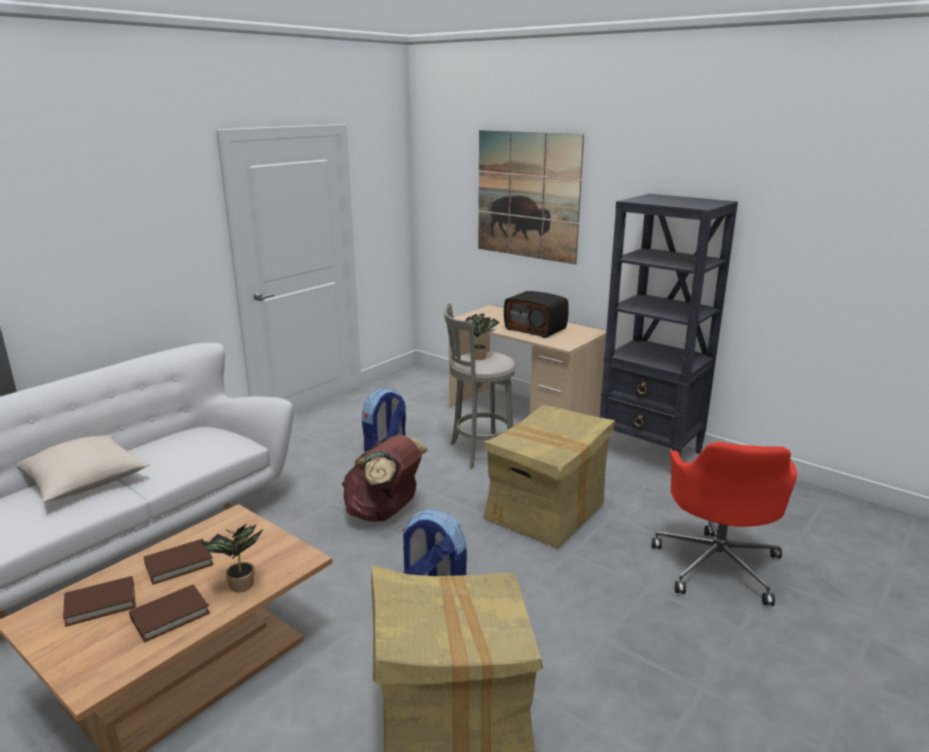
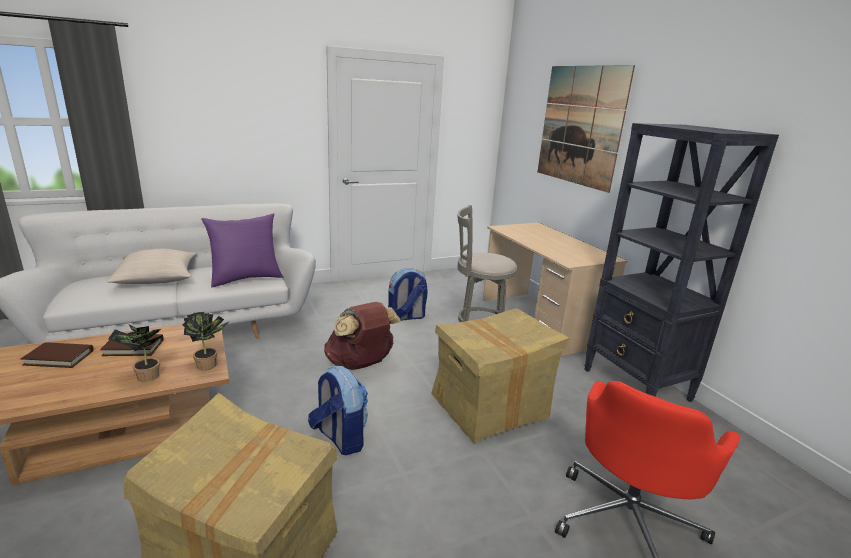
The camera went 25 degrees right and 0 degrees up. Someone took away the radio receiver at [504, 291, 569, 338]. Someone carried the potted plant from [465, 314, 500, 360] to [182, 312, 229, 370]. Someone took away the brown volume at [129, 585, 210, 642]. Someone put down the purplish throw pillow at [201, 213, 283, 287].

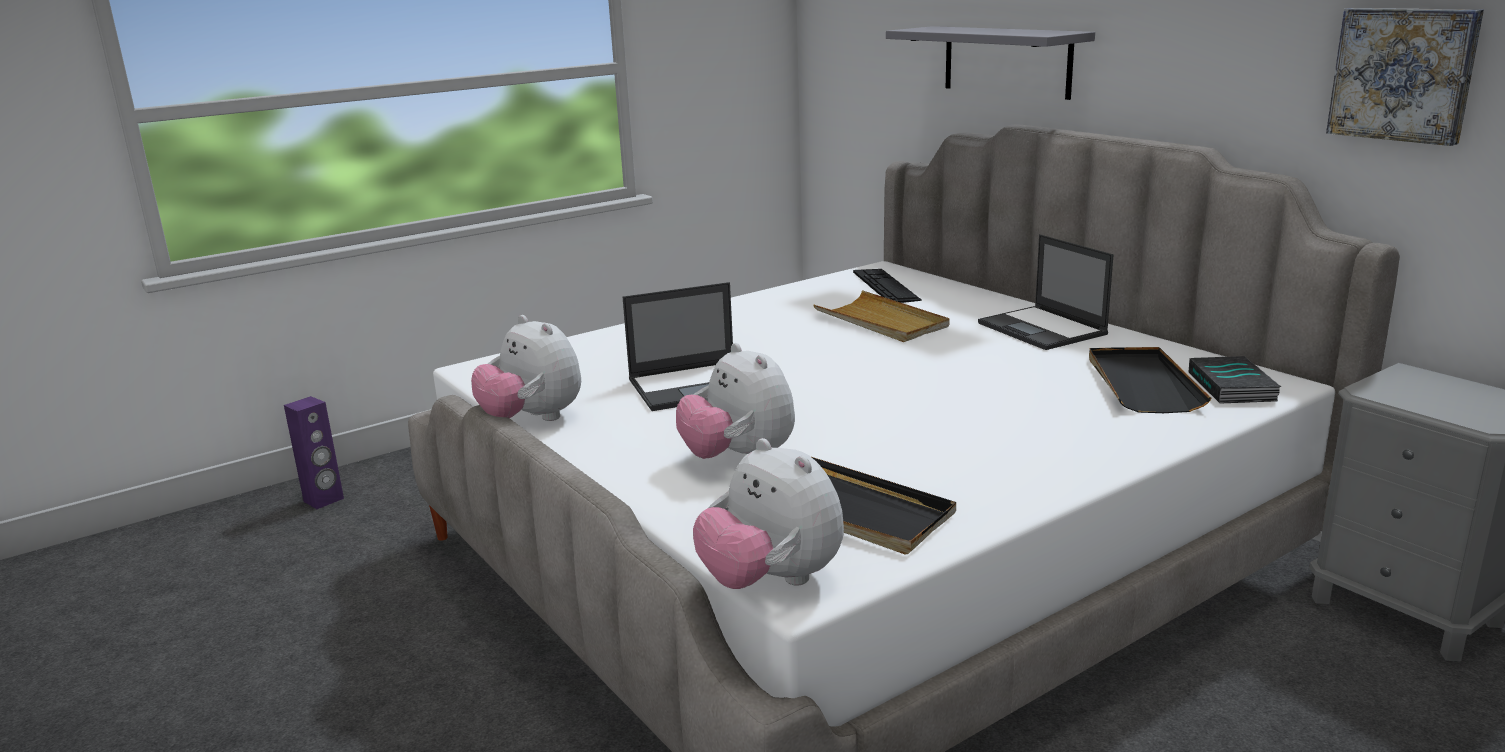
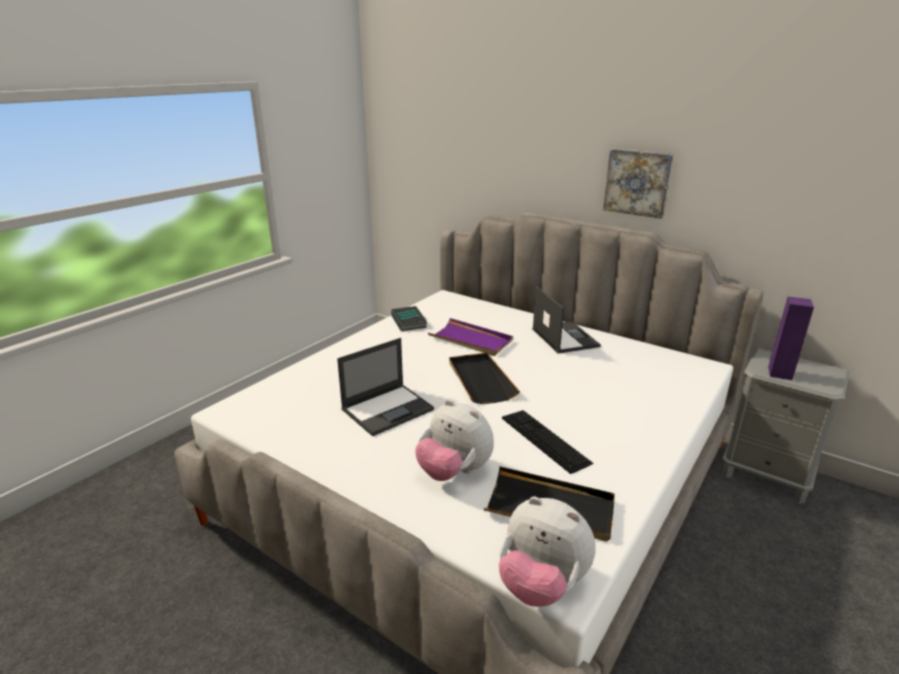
The camera went 20 degrees left and 5 degrees up. Someone carried the picture from [1326, 8, 1484, 146] to [603, 149, 674, 219]. Someone took away the greyish bracket shelf at [886, 26, 1095, 100]. Someone rotated the portable computer at [978, 234, 1114, 350] by 150 degrees counterclockwise. Someone carried the PC keyboard from [853, 269, 922, 303] to [502, 410, 593, 474]. Someone repainted the sand-coloured serving tray at [813, 290, 949, 342], which became the purplish serving tray at [428, 318, 513, 356]. Someone took away the plush toy at [471, 315, 581, 421]. Someone carried the blackish serving tray from [1089, 347, 1211, 413] to [449, 353, 520, 404]. Someone carried the volume from [1188, 356, 1281, 404] to [391, 306, 427, 331]. Someone carried the purplish speaker from [284, 396, 344, 509] to [768, 297, 814, 380].

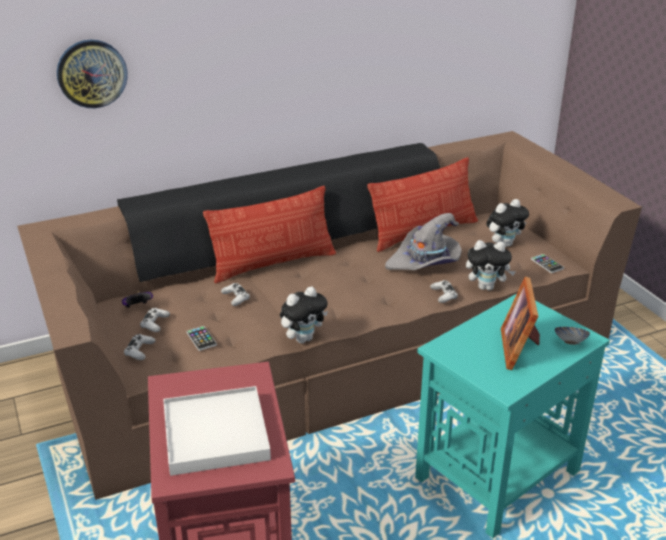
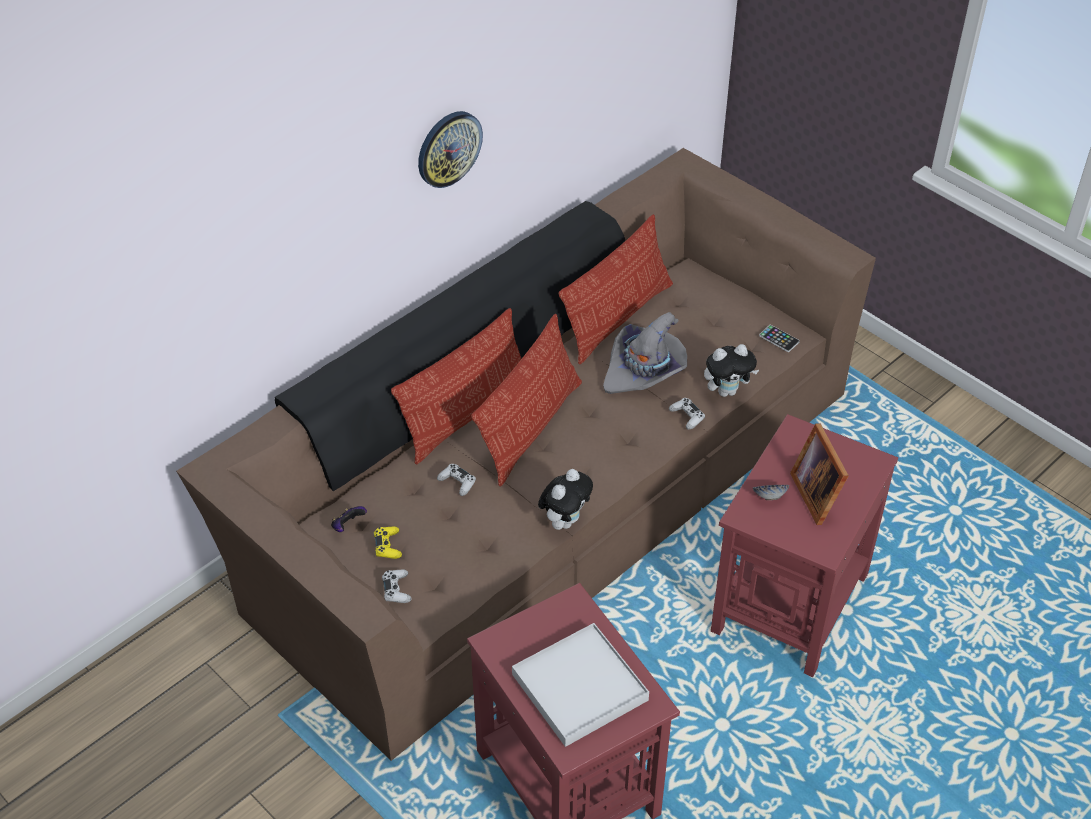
The camera went 20 degrees left and 15 degrees up. Someone carried the clock on the wall from [57, 40, 128, 108] to [418, 111, 483, 188]. Someone took away the plush toy at [486, 199, 529, 247]. Someone repainted the turquoise-coloured accent table at [415, 294, 610, 538], which became the reddish accent table at [711, 414, 898, 677]. Someone repainted the whitish gamepad at [140, 308, 170, 332], which became the yellow-coloured gamepad at [374, 526, 402, 559]. Someone took away the phone at [186, 326, 217, 351]. Someone carried the bowl from [555, 327, 590, 345] to [753, 485, 789, 500]. Someone put down the throw pillow at [471, 314, 582, 486].

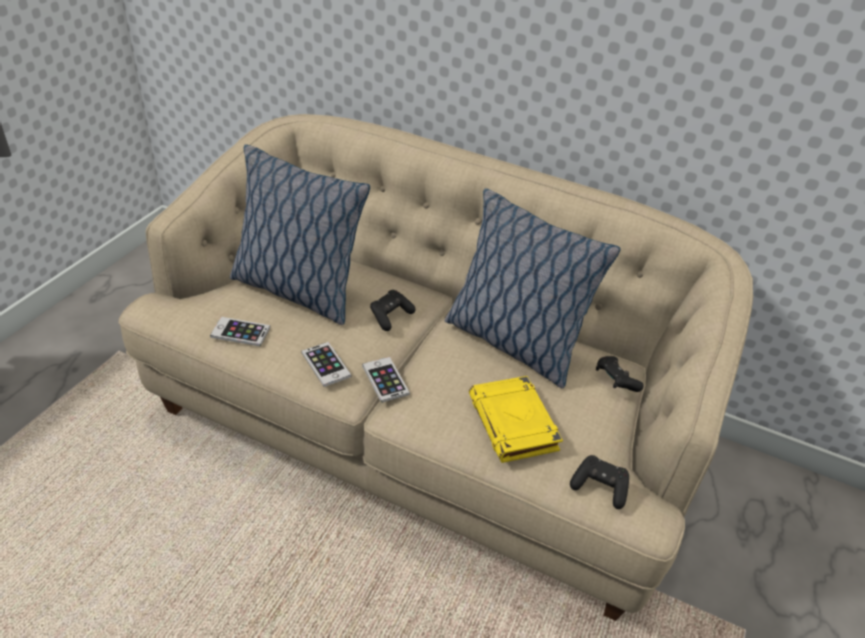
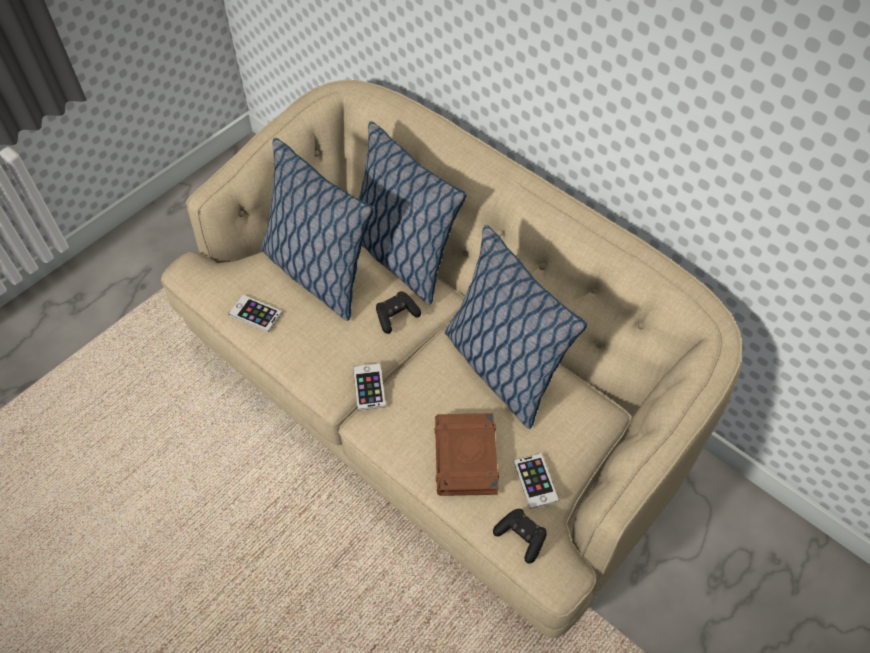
The camera went 20 degrees right and 15 degrees up. Someone carried the phone from [301, 342, 351, 387] to [513, 453, 559, 509]. Someone took away the blackish gamepad at [596, 356, 644, 392]. Someone repainted the yellow-coloured volume at [469, 376, 563, 463], which became the brown volume at [435, 413, 499, 496]. Someone put down the throw pillow at [359, 121, 466, 305].

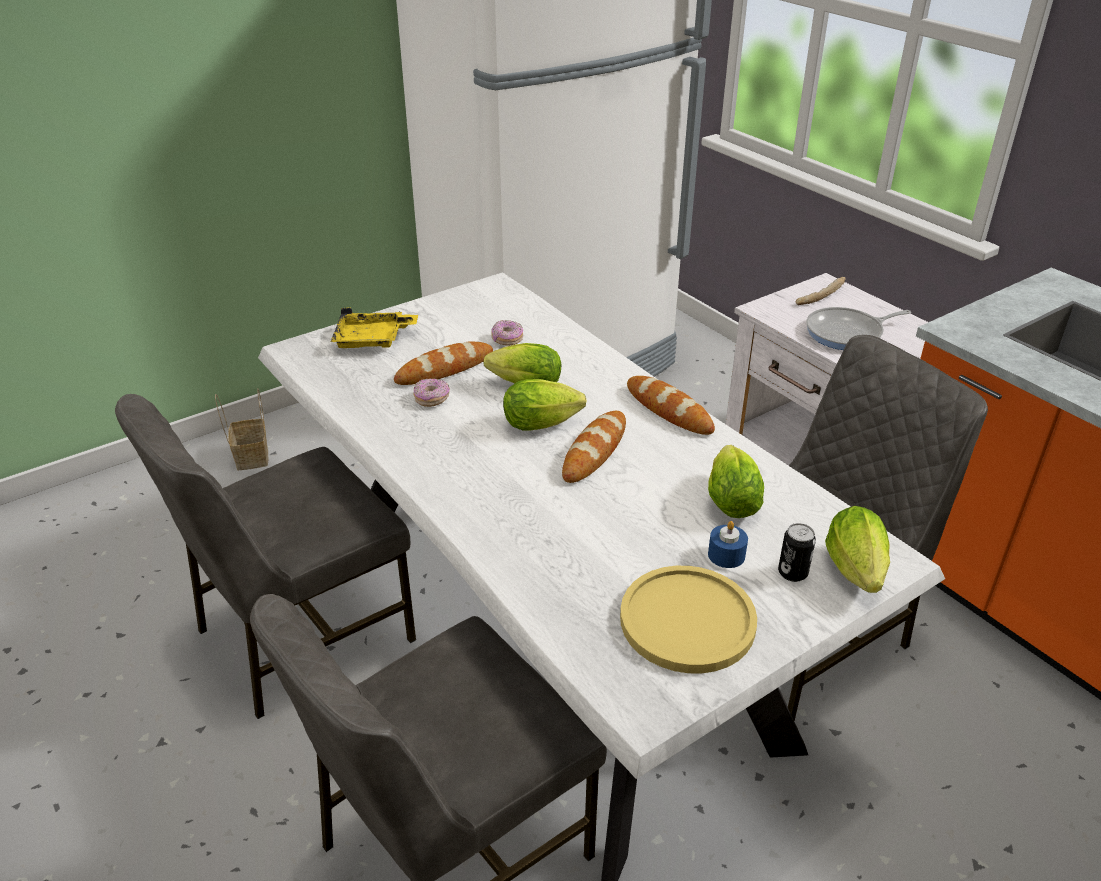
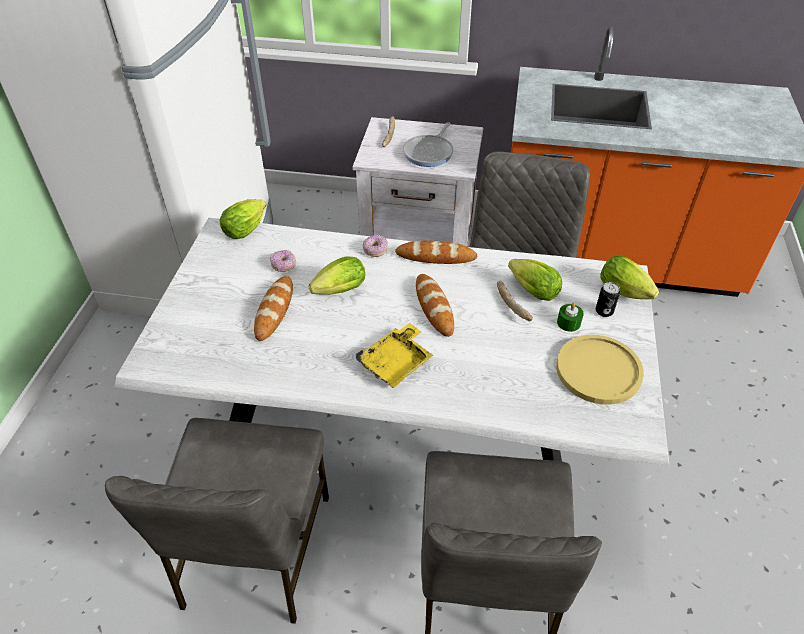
The camera went 45 degrees left and 10 degrees up. Someone carried the yellow-coloured serving tray from [331, 307, 418, 348] to [355, 323, 433, 388]. Someone carried the doughnut from [413, 378, 450, 407] to [363, 235, 388, 257]. Someone carried the lettuce head from [503, 379, 587, 431] to [220, 199, 266, 239]. Someone took away the household basket at [215, 389, 269, 470]. Someone repainted the bluish wax light at [708, 521, 748, 568], which became the greenish wax light at [557, 303, 584, 332]. Someone put down the bread at [497, 281, 533, 321].

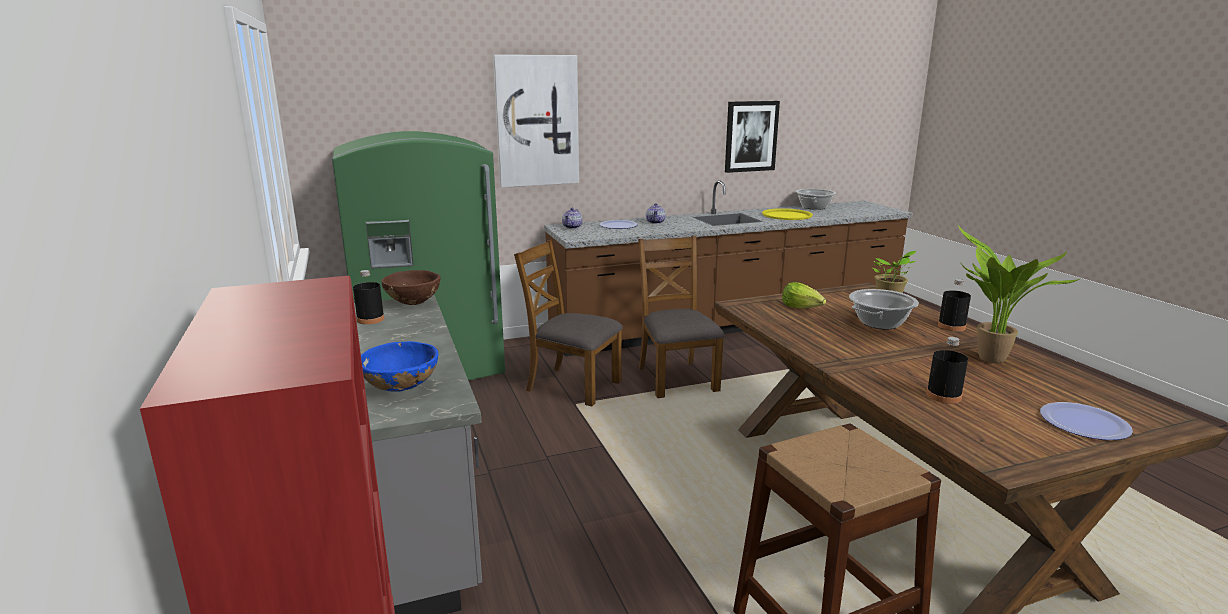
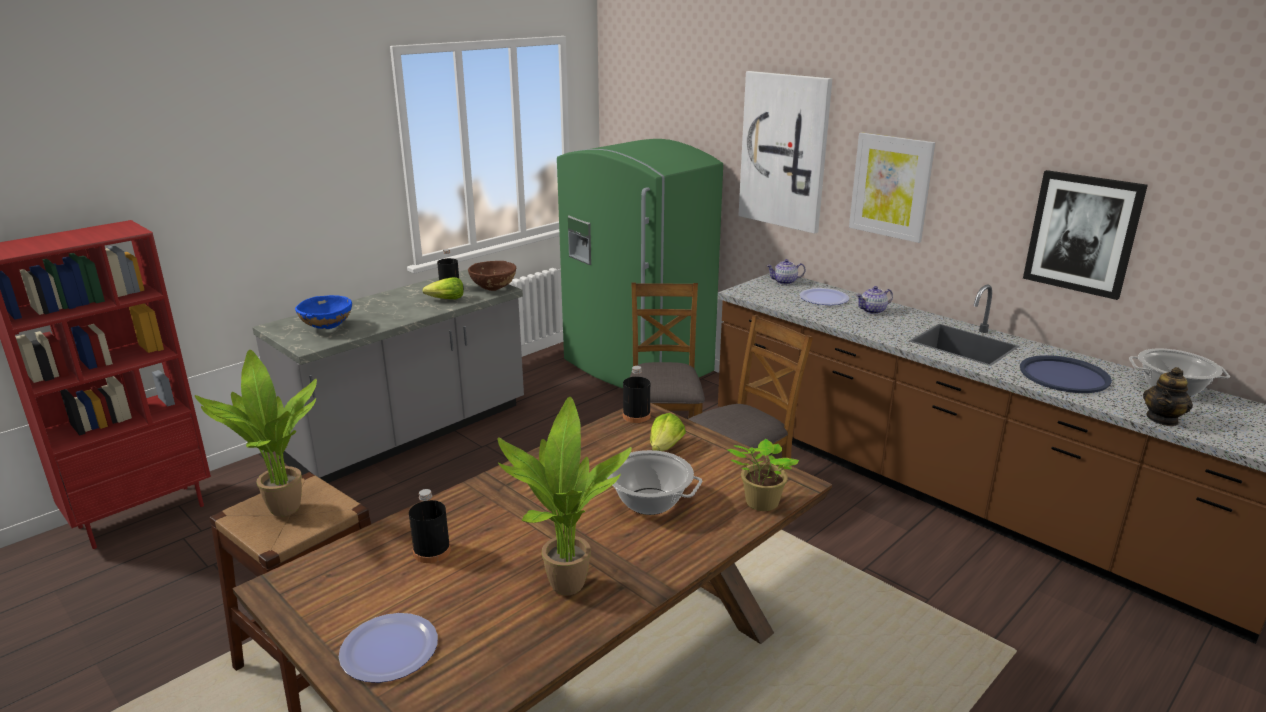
The camera went 65 degrees right and 5 degrees up. Someone repainted the yellow-coloured serving tray at [762, 208, 813, 220], which became the bluish serving tray at [1020, 355, 1112, 393]. Someone carried the blackish bottle from [938, 279, 971, 331] to [623, 366, 651, 423]. Someone put up the picture at [849, 132, 935, 243]. Someone put down the lettuce head at [422, 277, 464, 299]. Someone put down the potted plant at [195, 350, 317, 517]. Someone put down the tea pot at [1143, 367, 1193, 426].

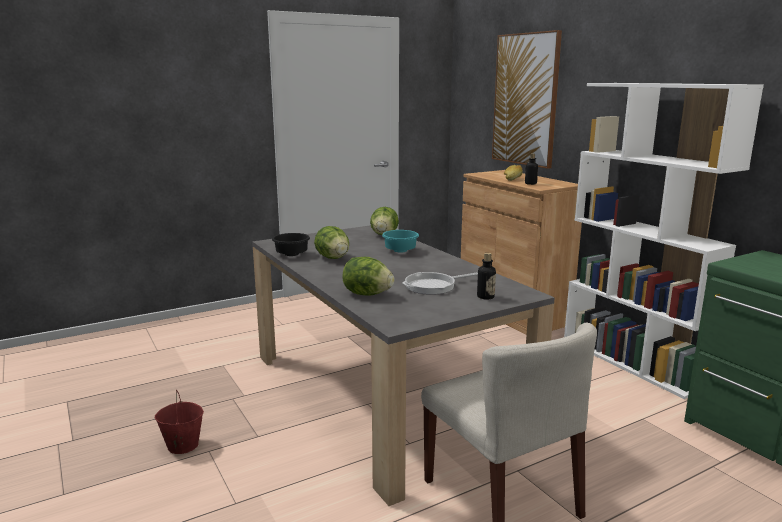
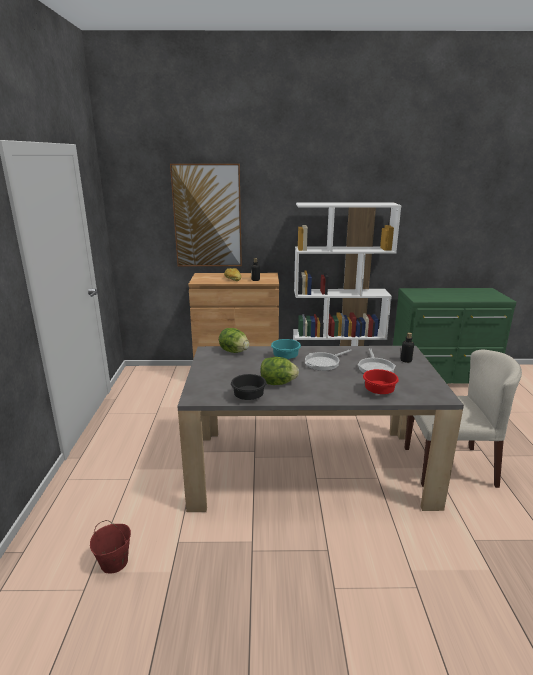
The camera went 60 degrees left and 5 degrees up. Someone swapped the lettuce head at [342, 257, 395, 295] for the reddish bowl at [363, 369, 399, 394]. Someone carried the reddish pail from [155, 390, 204, 454] to [90, 520, 131, 574]. Someone put down the pan at [305, 349, 352, 371].

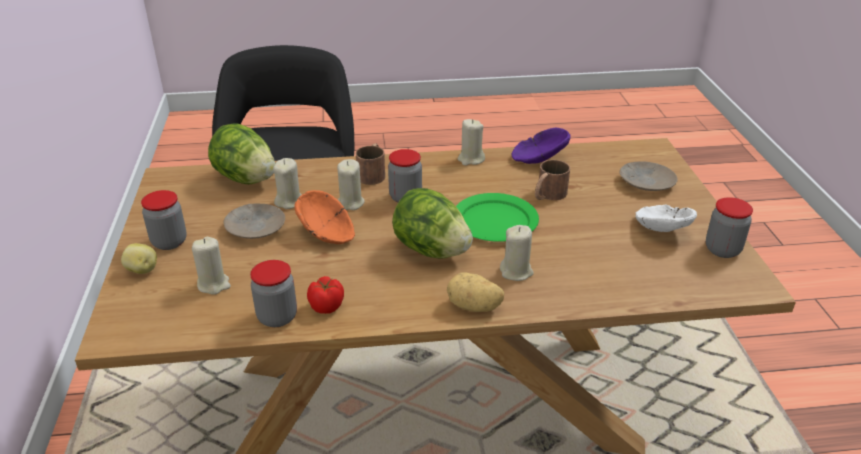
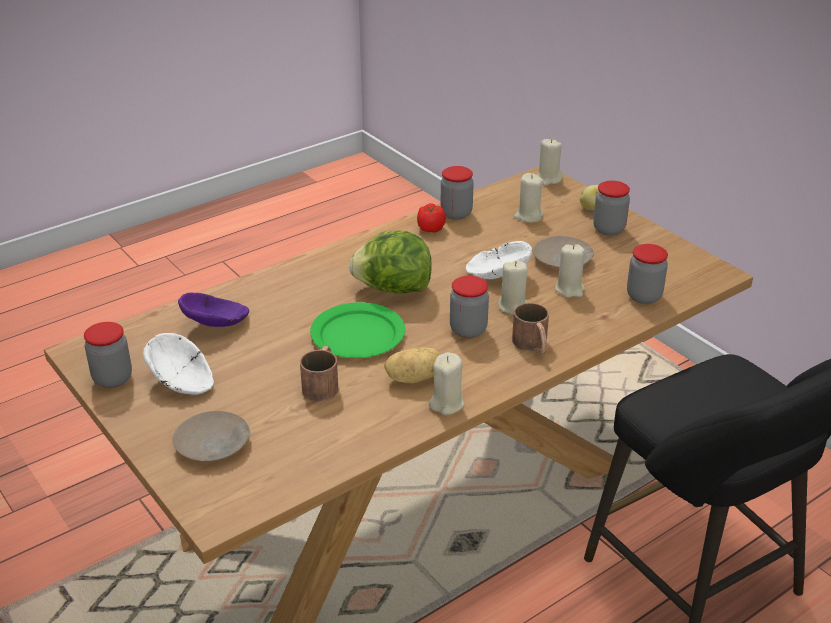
The camera went 150 degrees right and 0 degrees up. Someone swapped the lettuce head at [208, 123, 275, 184] for the jar at [627, 244, 668, 304]. Someone carried the purplish bowl from [511, 128, 571, 164] to [178, 293, 249, 327]. Someone repainted the orangey bowl at [294, 190, 355, 244], which became the whitish bowl at [466, 241, 532, 279]. Someone carried the sand-coloured wax light from [500, 225, 534, 281] to [537, 139, 563, 186]. Someone carried the whole potato from [447, 272, 504, 312] to [384, 348, 440, 383].

